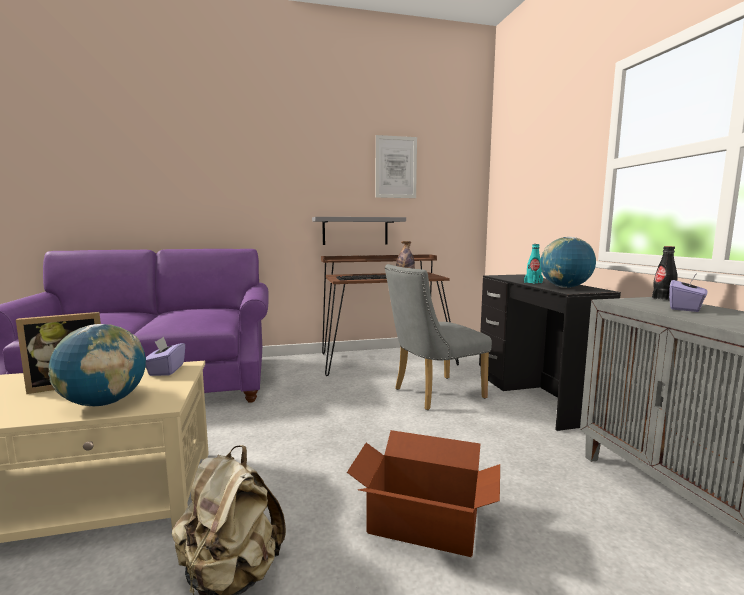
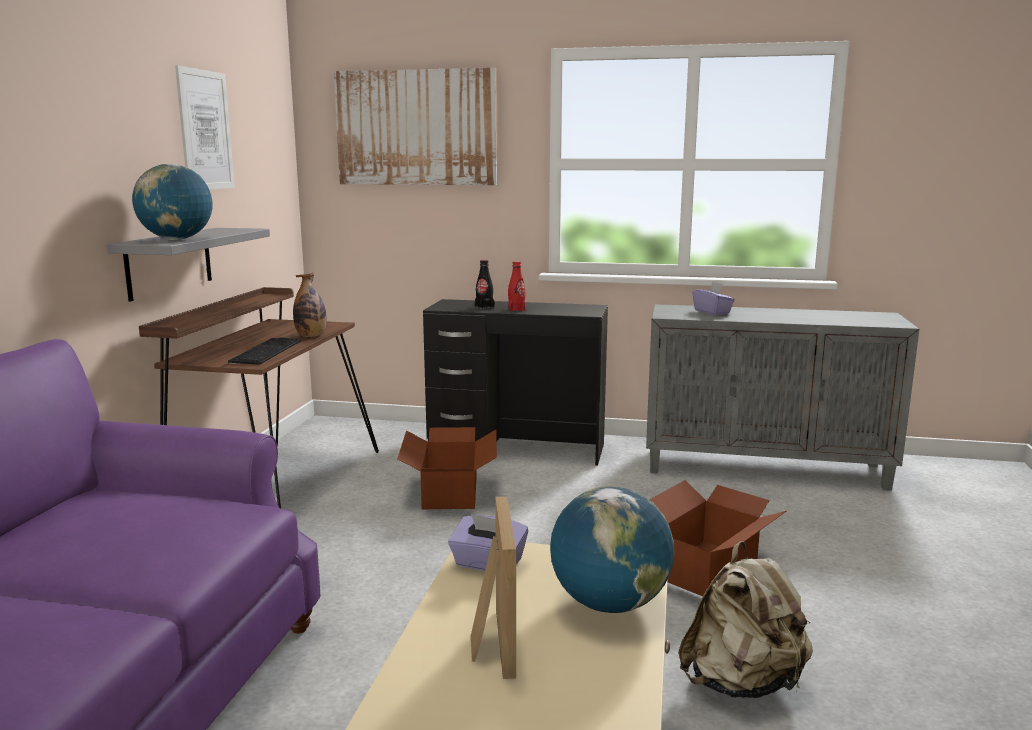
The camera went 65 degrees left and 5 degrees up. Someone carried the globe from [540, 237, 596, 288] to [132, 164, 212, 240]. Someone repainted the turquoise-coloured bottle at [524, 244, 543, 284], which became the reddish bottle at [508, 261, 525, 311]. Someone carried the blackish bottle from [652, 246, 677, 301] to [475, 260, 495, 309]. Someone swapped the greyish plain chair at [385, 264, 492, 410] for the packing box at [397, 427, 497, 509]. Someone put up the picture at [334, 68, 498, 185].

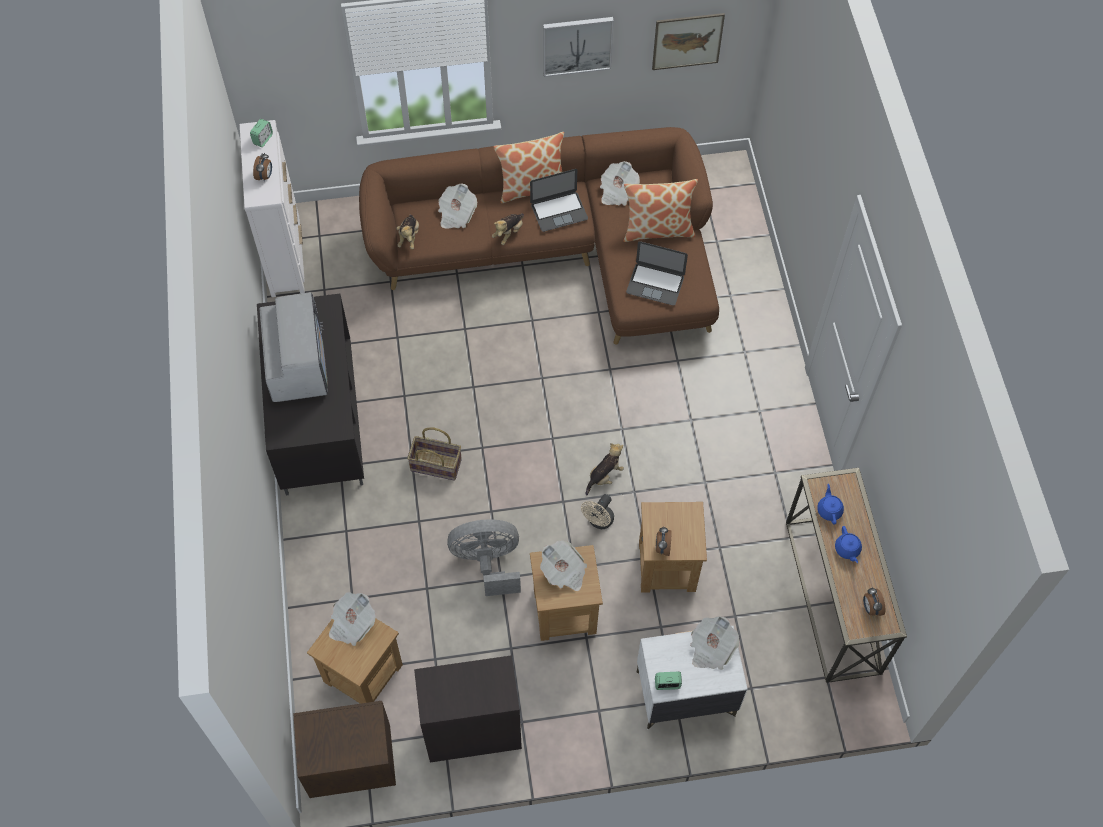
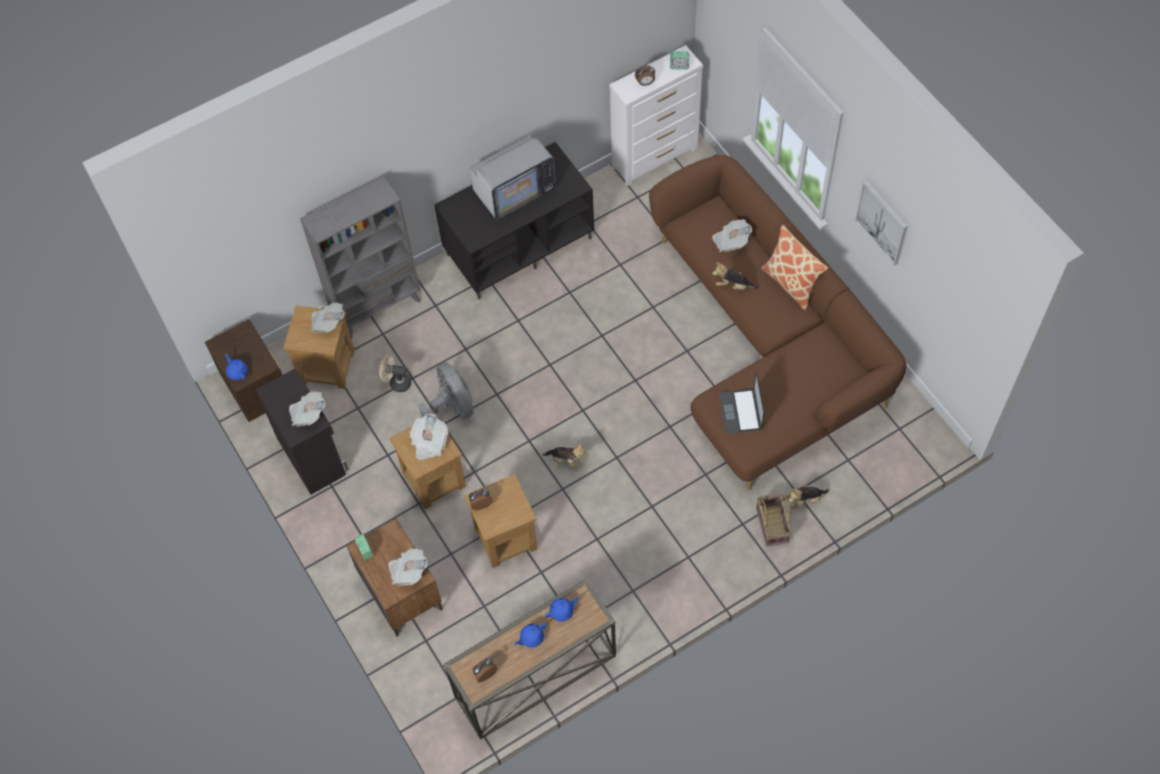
The camera went 70 degrees right and 0 degrees up. Someone took away the picture at [652, 13, 725, 70]. Someone carried the newspaper from [600, 161, 640, 206] to [289, 392, 325, 426]. Someone took away the portable computer at [530, 169, 588, 232]. Someone took away the throw pillow at [623, 179, 698, 242]. Someone carried the plush toy from [396, 214, 419, 250] to [788, 485, 829, 509]. Someone carried the household basket from [407, 427, 462, 481] to [756, 493, 792, 546]. Someone carried the sand-coloured electric fan from [581, 494, 614, 529] to [379, 354, 411, 392]. Someone repainted the whitish night table at [637, 626, 748, 730], which became the brown night table at [346, 518, 443, 637]. Someone put down the greyish bookshelf at [300, 176, 421, 339]. Someone put down the bluish tea pot at [225, 354, 248, 380].

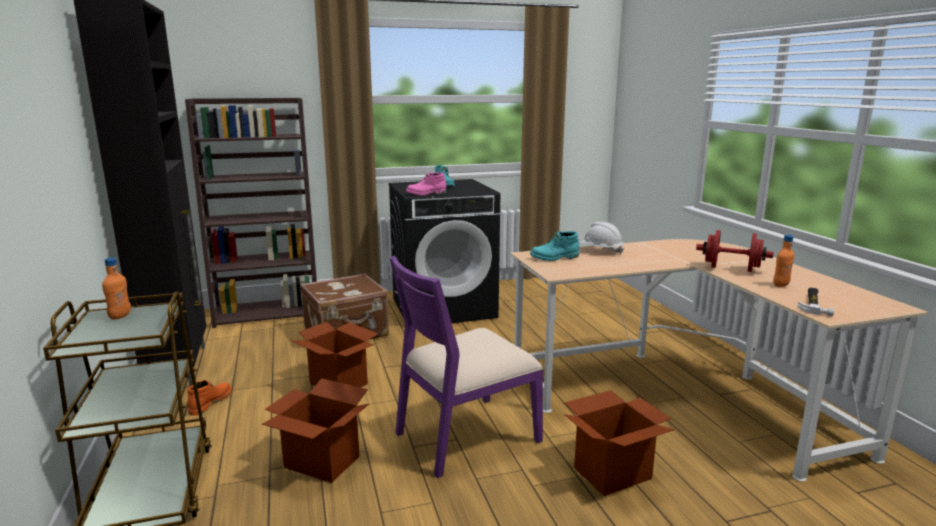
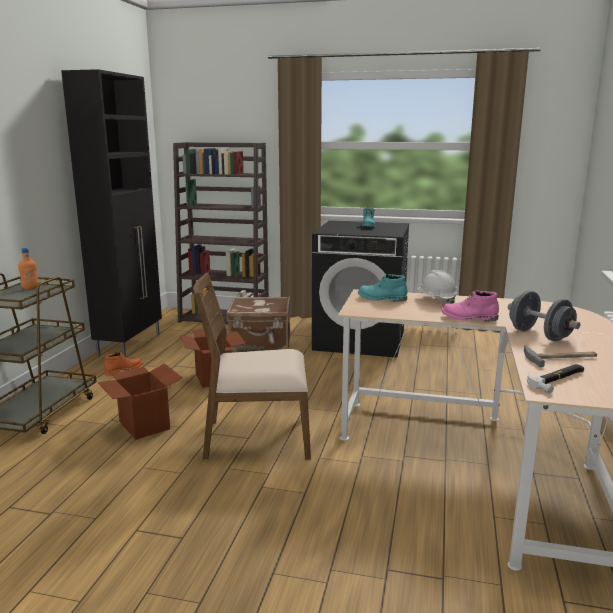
The camera went 30 degrees right and 0 degrees up. Someone carried the pink boot from [406, 172, 447, 195] to [441, 290, 499, 321]. Someone repainted the reddish hand weight at [696, 230, 774, 272], which became the greyish hand weight at [508, 291, 580, 341]. Someone swapped the orangey bottle at [773, 235, 794, 287] for the hand hammer at [524, 345, 597, 367]. Someone repainted the purplish plain chair at [390, 256, 543, 478], which became the brown plain chair at [193, 273, 311, 460]. Someone took away the packing box at [564, 390, 675, 496].

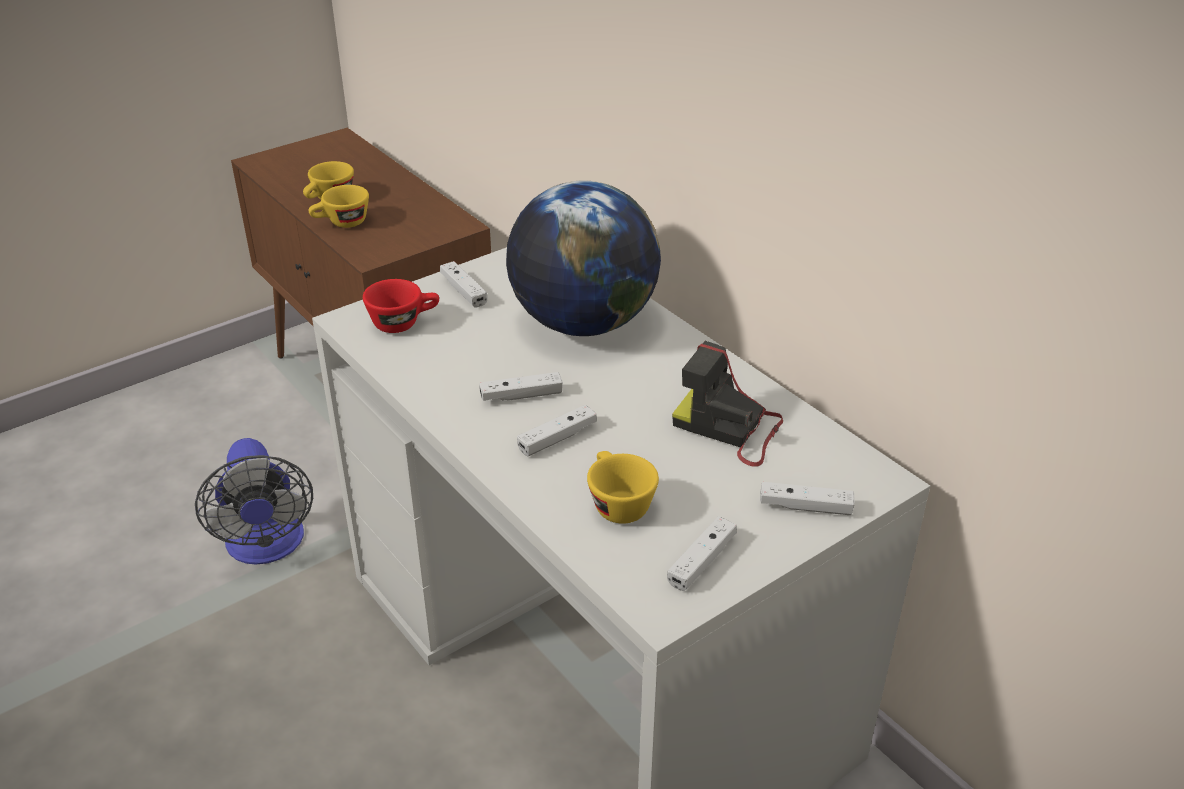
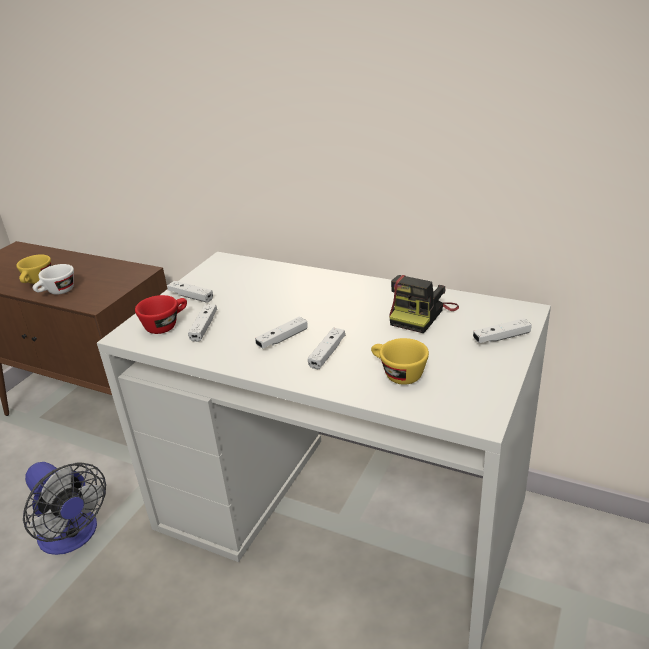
The camera went 25 degrees left and 5 degrees down. Someone took away the globe at [506, 180, 661, 336]. Someone repainted the yellow-coloured drinking cup at [309, 185, 369, 228], which became the whitish drinking cup at [33, 264, 74, 294]. Someone rotated the still camera at [672, 341, 783, 467] by 60 degrees counterclockwise. Someone carried the whitish gamepad from [667, 516, 737, 591] to [188, 304, 217, 342].

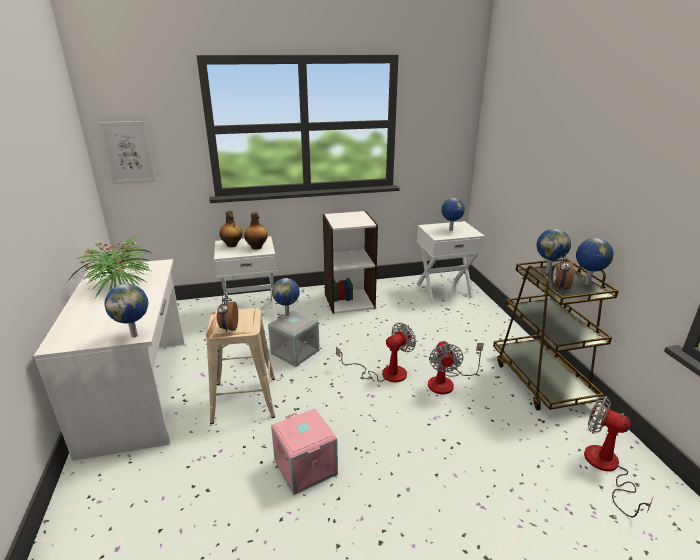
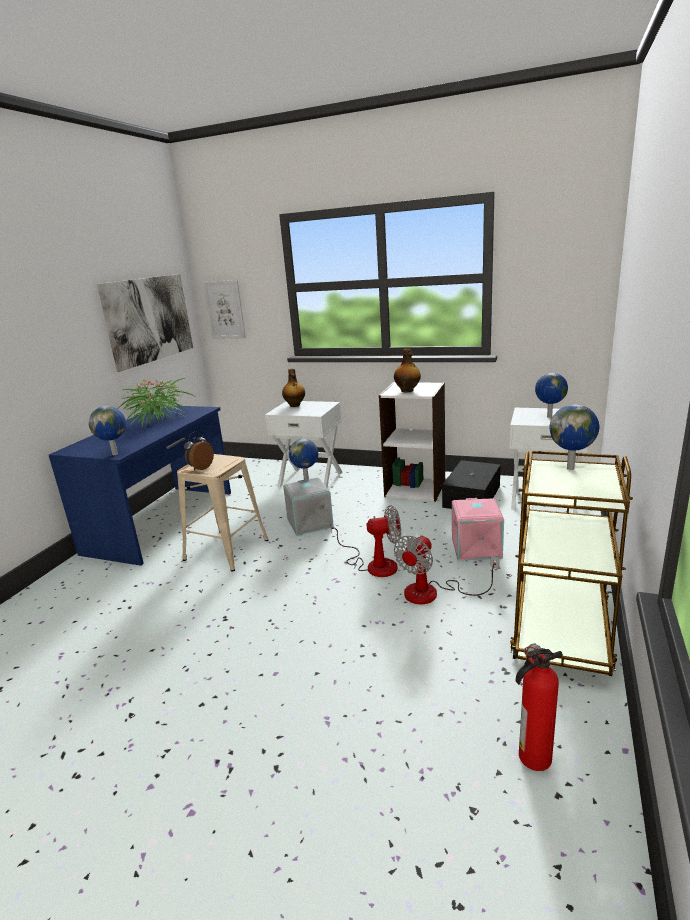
The camera went 35 degrees right and 5 degrees down. Someone carried the bottle from [244, 212, 268, 249] to [394, 348, 421, 392]. Someone took away the globe at [576, 238, 614, 285]. Someone took away the bedside clock at [551, 252, 574, 291]. Someone repainted the whitish desk at [34, 259, 184, 461], which became the bluish desk at [49, 405, 231, 566]. Someone swapped the electric fan at [584, 396, 653, 517] for the fire-fighting cylinder at [516, 643, 563, 771]. Someone carried the pink storage container from [271, 408, 338, 495] to [452, 498, 504, 561]. Someone put up the picture at [97, 274, 193, 372]. Someone put down the blackish storage container at [442, 460, 501, 509].

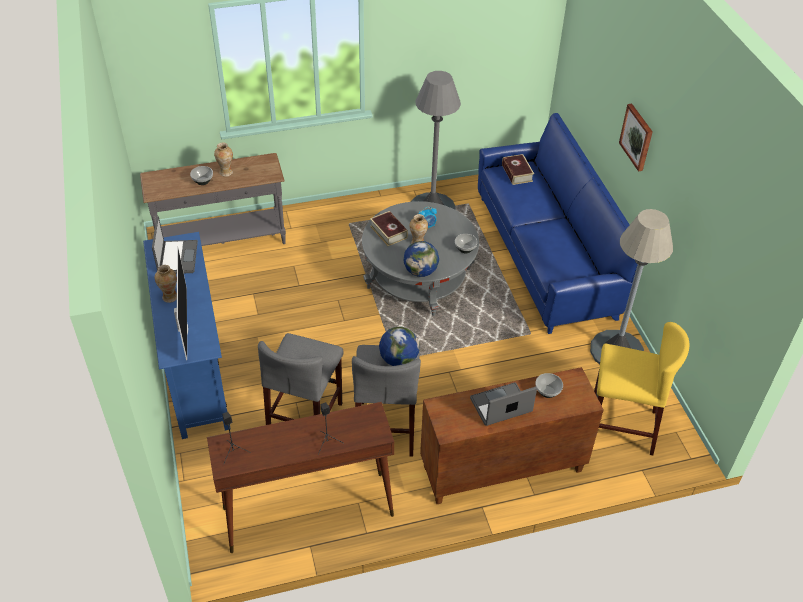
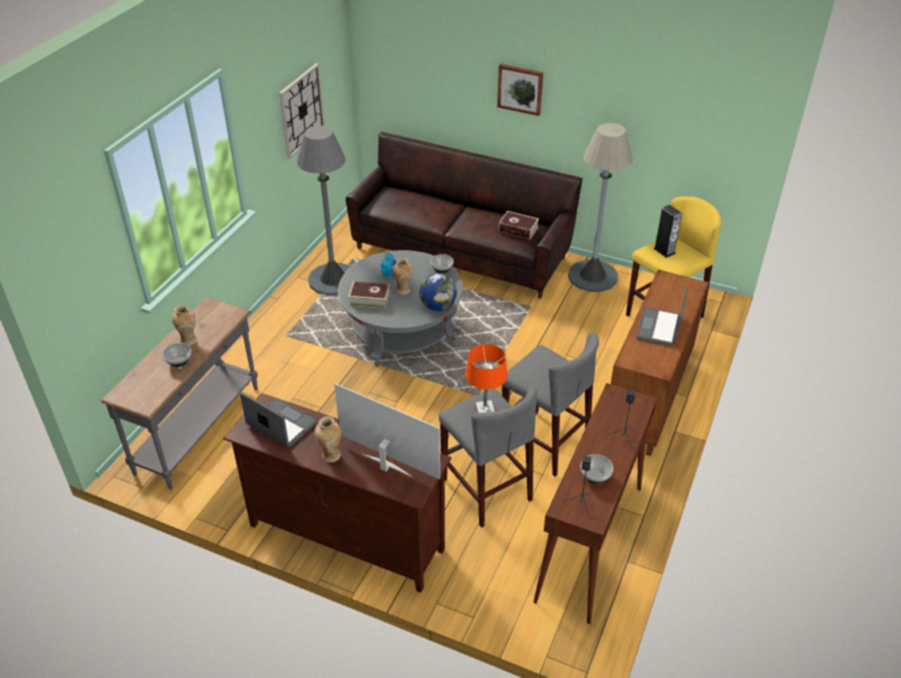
The camera went 50 degrees left and 5 degrees down. Someone repainted the bluish sofa at [478, 113, 638, 334], which became the brown sofa at [346, 132, 582, 299]. Someone carried the volume from [502, 154, 534, 185] to [498, 211, 539, 240]. Someone repainted the bluish tv unit at [143, 232, 230, 439], which became the brown tv unit at [223, 393, 452, 593]. Someone took away the globe at [379, 327, 419, 366]. Someone carried the bowl from [535, 373, 563, 398] to [580, 454, 613, 484]. Someone put up the clock on the wall at [279, 63, 325, 158]. Someone put down the speaker at [653, 205, 682, 258]. Someone put down the orangey lamp for a table at [465, 344, 507, 413].

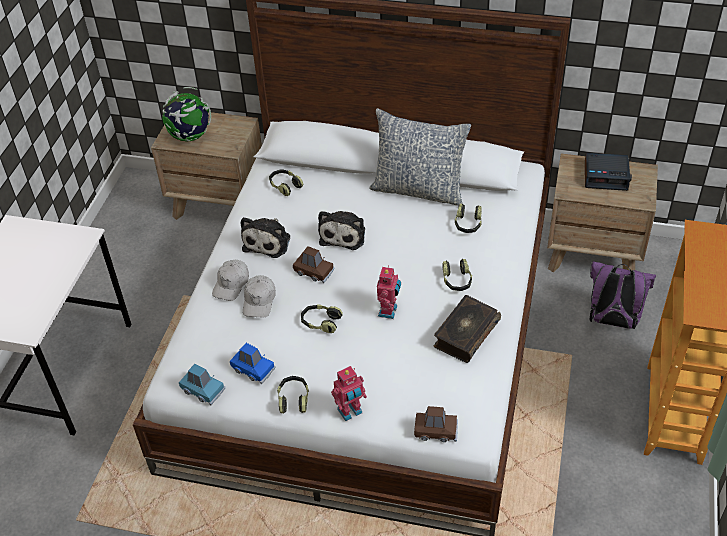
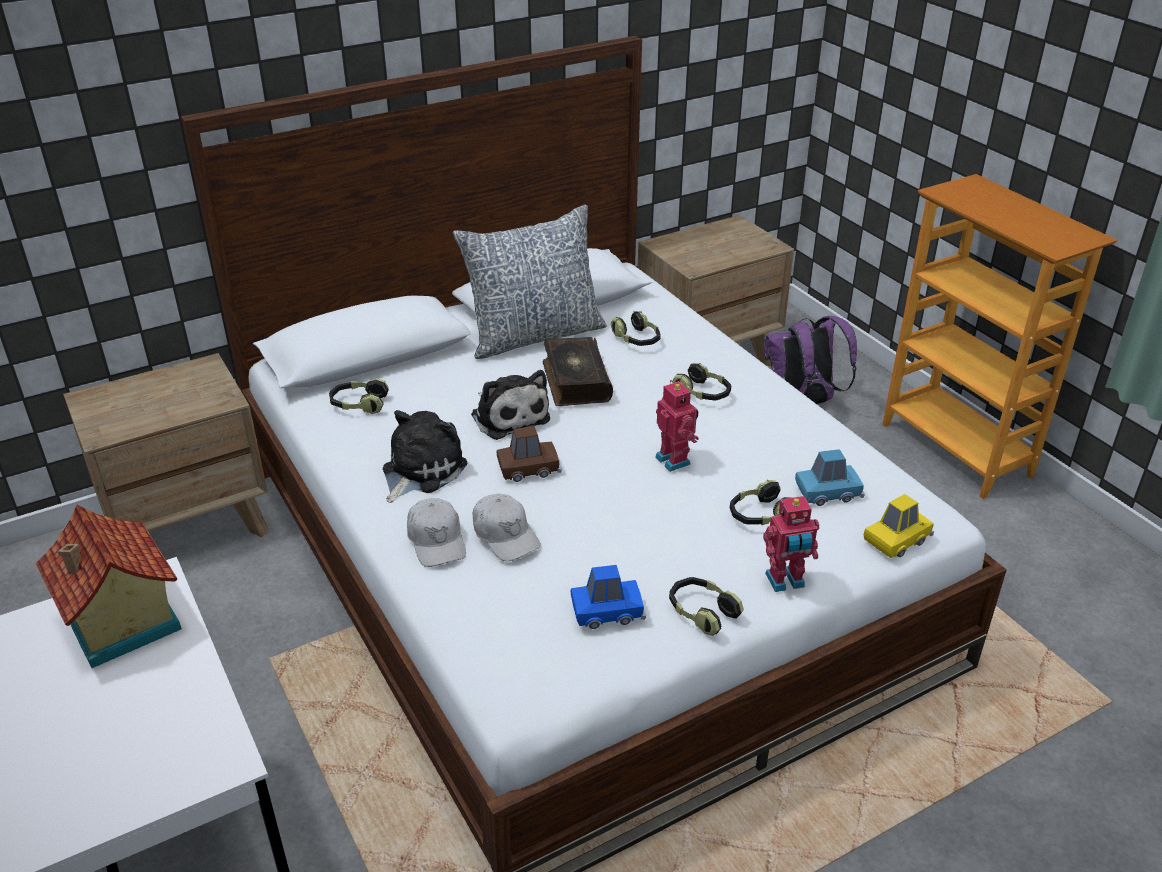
The camera went 45 degrees left and 10 degrees down. Someone took away the globe at [162, 87, 211, 142]. Someone took away the bedside clock at [585, 153, 632, 191]. Someone rotated the plush toy at [241, 217, 290, 258] by 120 degrees counterclockwise. Someone carried the volume from [433, 295, 501, 363] to [543, 337, 613, 406]. Someone carried the headset from [301, 304, 343, 333] to [730, 480, 791, 525]. Someone carried the bluish miniature car from [179, 364, 225, 405] to [795, 449, 865, 506]. Someone rotated the toy robot at [331, 366, 367, 421] by 60 degrees clockwise. Someone repainted the brown miniature car at [414, 406, 458, 442], which became the yellow-coloured miniature car at [864, 494, 934, 558]. Someone put down the miniature house at [36, 504, 182, 668].

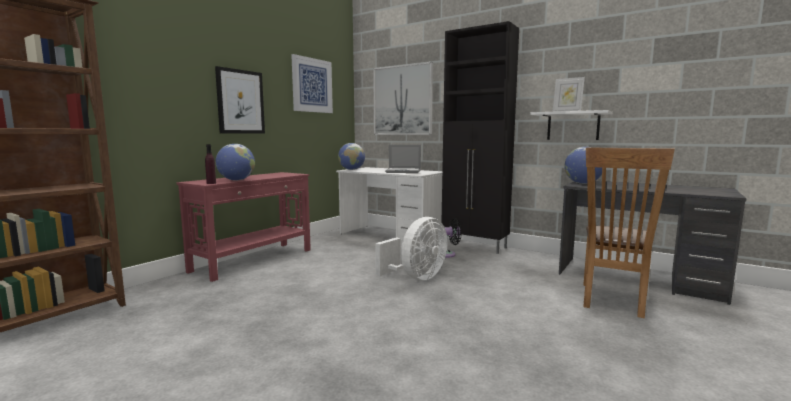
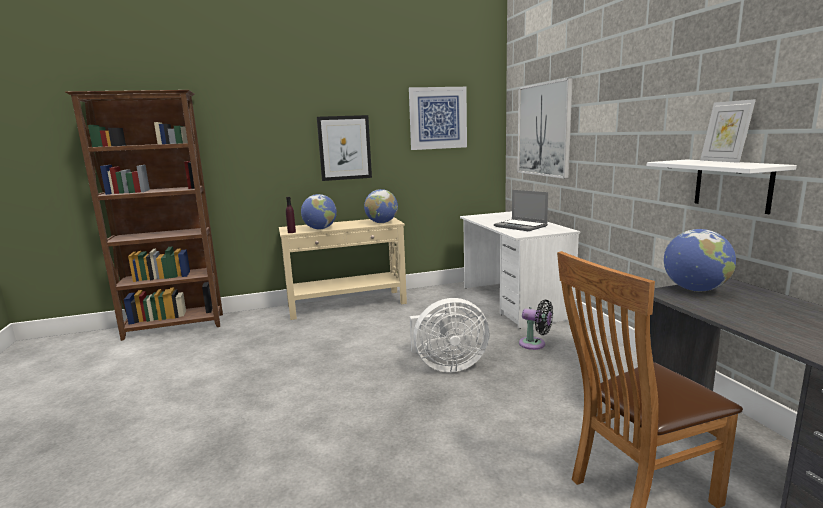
The camera went 40 degrees right and 5 degrees up. Someone took away the blackish storage cabinet at [442, 21, 519, 254]. Someone carried the globe from [338, 143, 365, 170] to [364, 189, 398, 223]. Someone repainted the reddish hall table at [177, 172, 311, 282], which became the sand-coloured hall table at [279, 218, 407, 320].

